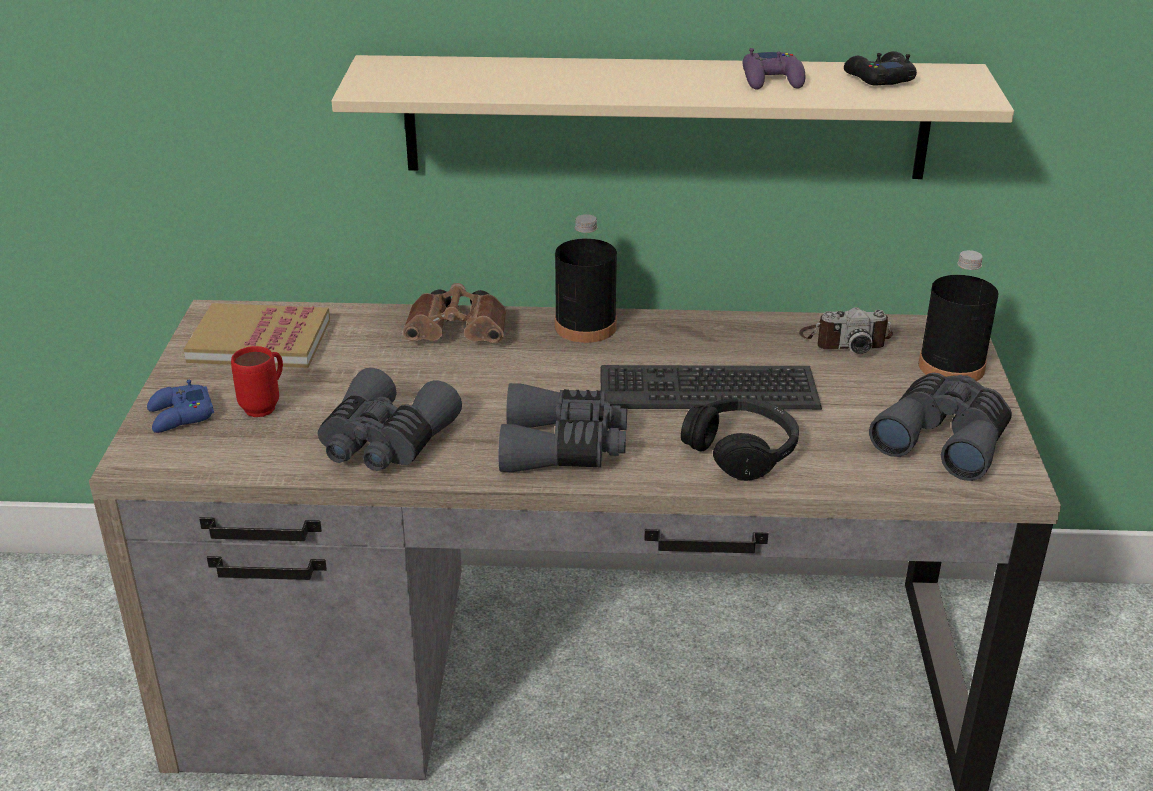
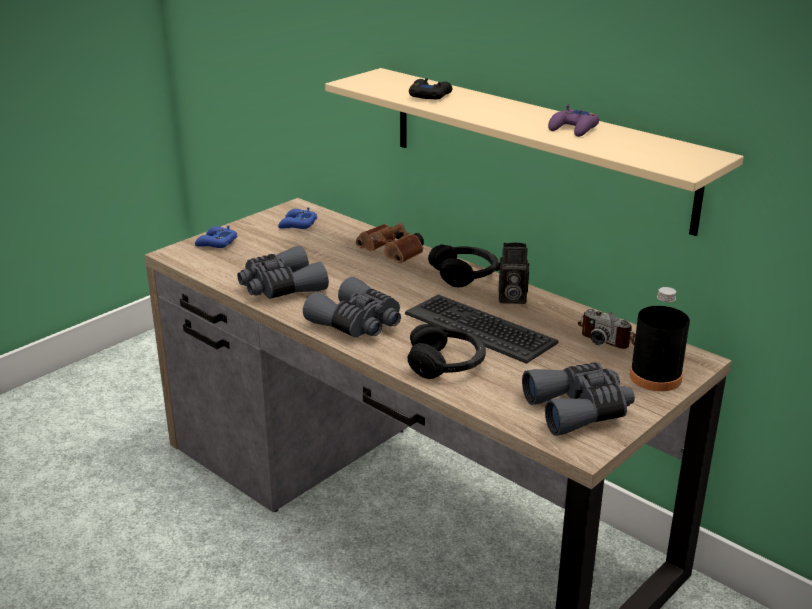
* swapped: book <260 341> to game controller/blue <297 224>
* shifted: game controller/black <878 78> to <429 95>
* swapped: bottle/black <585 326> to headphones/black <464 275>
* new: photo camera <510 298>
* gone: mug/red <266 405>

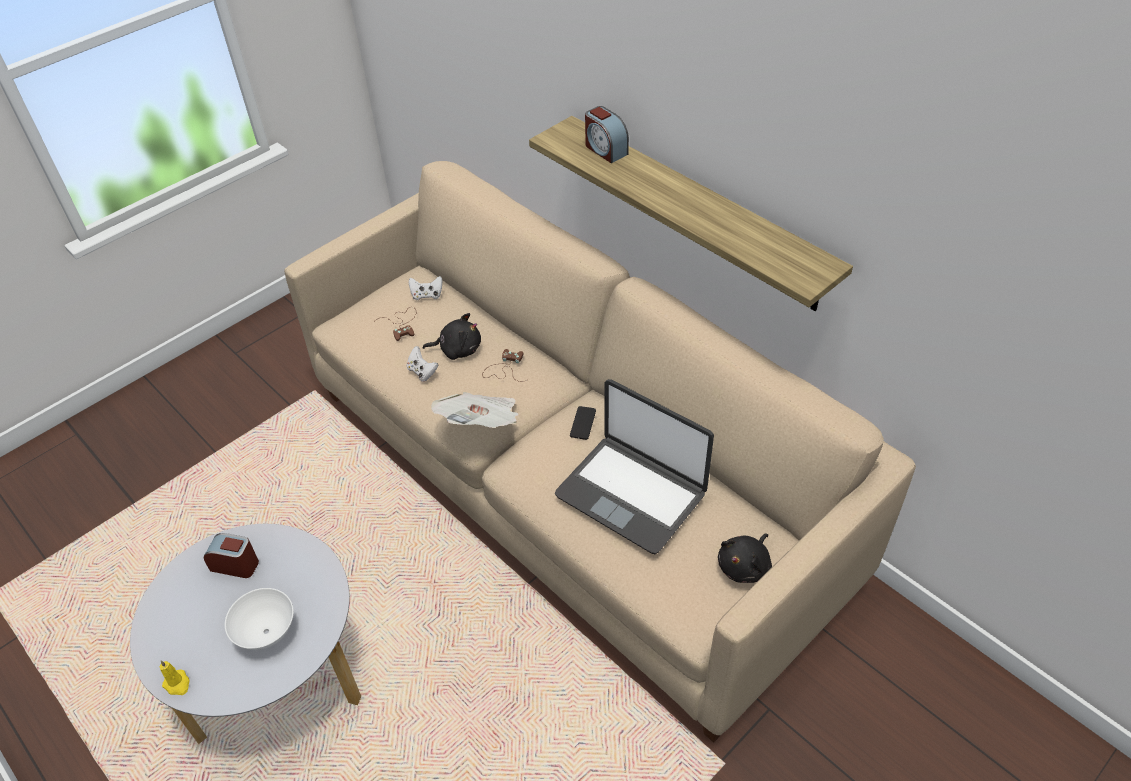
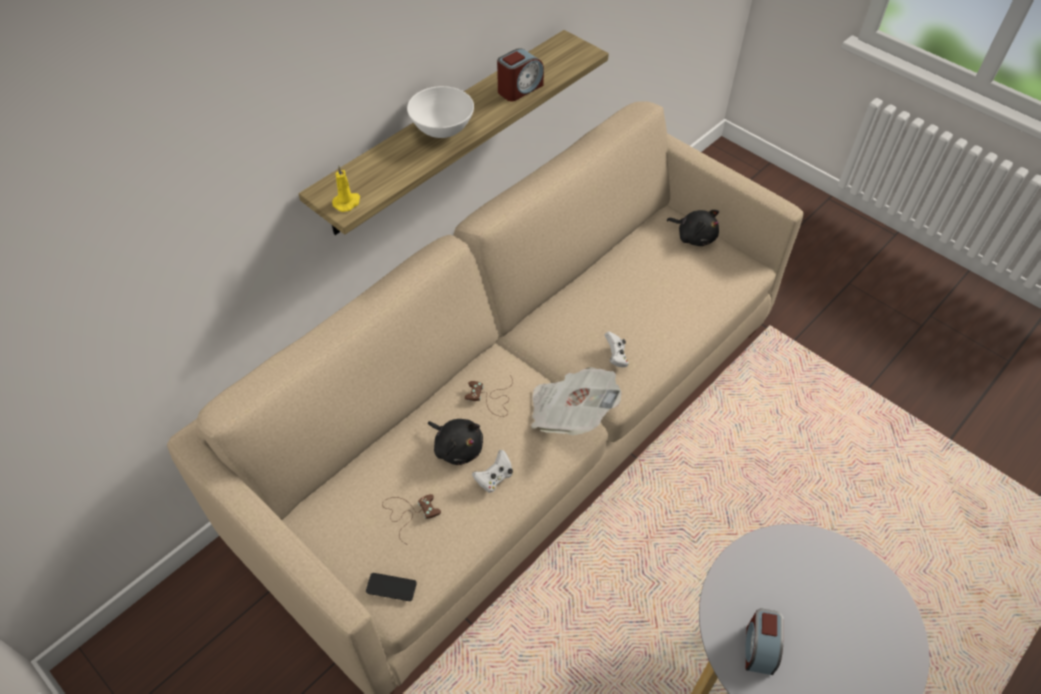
* shifted: candle/yellow <177 684> to <347 202>
* shifted: phone <583 423> to <391 587>
* shifted: bowl/white <267 633> to <442 131>
* rotated: plush toy/black <458 349> = <457 447> 135 degrees clockwise
* shifted: alarm clock <605 149> to <519 89>
* shifted: game controller/white <427 295> to <616 357>
* gone: laptop <631 493>

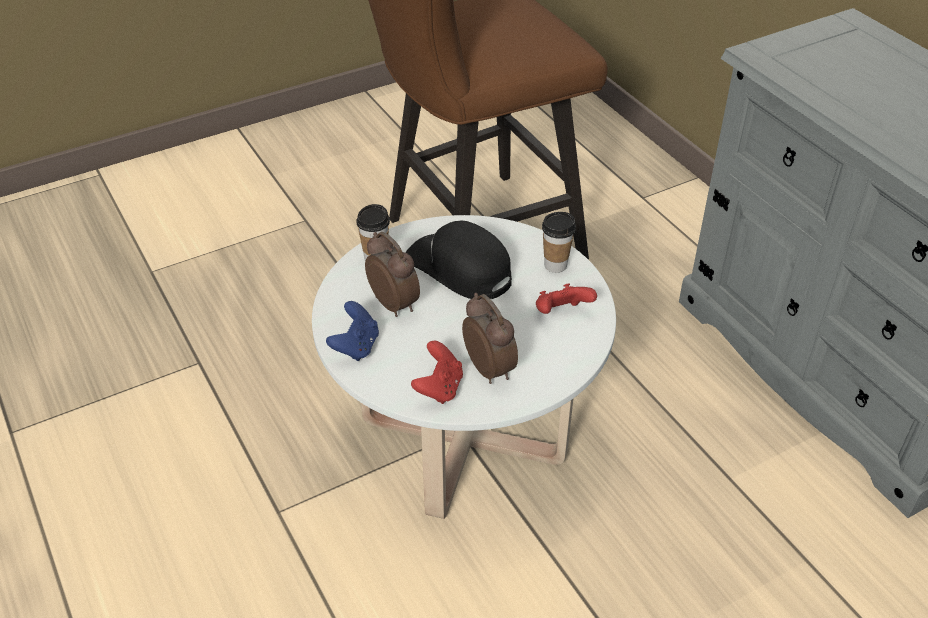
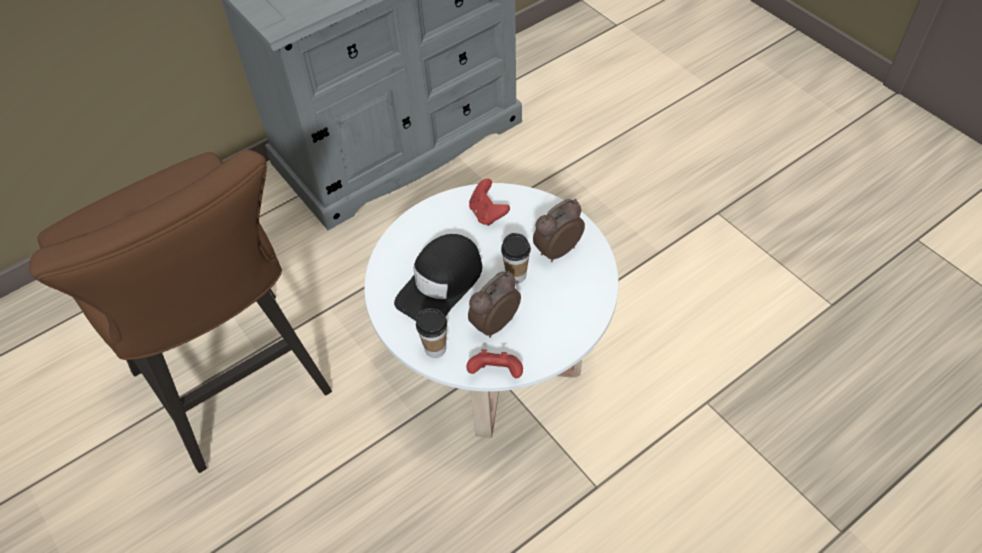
* shifted: game controller/red <439 388> to <496 373>
* shifted: cup <555 265> to <516 275>
* gone: game controller/blue <356 346>

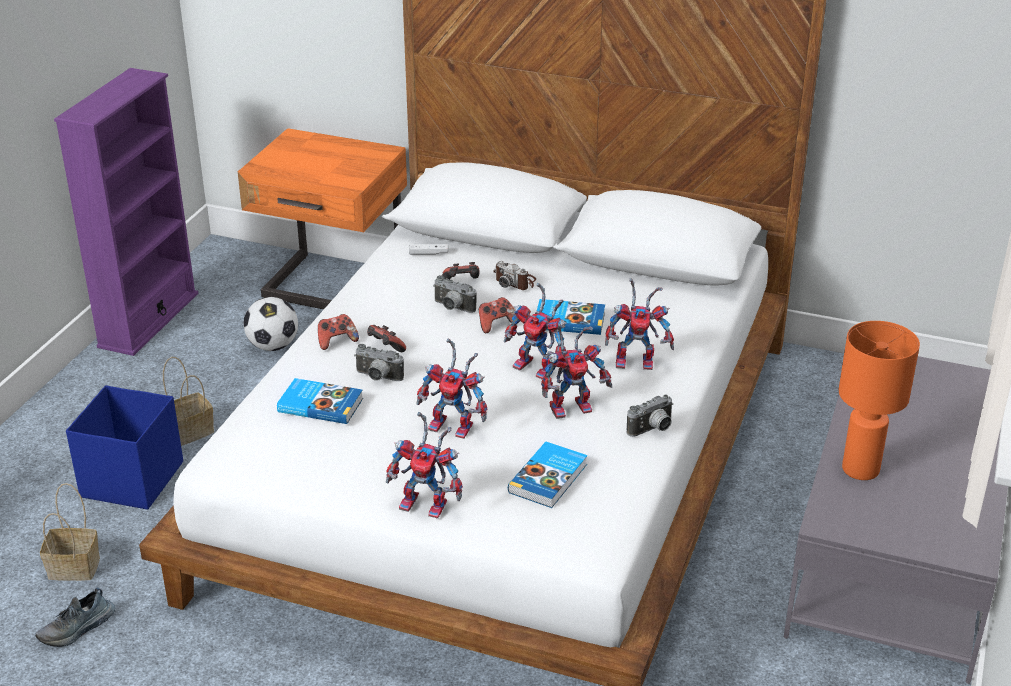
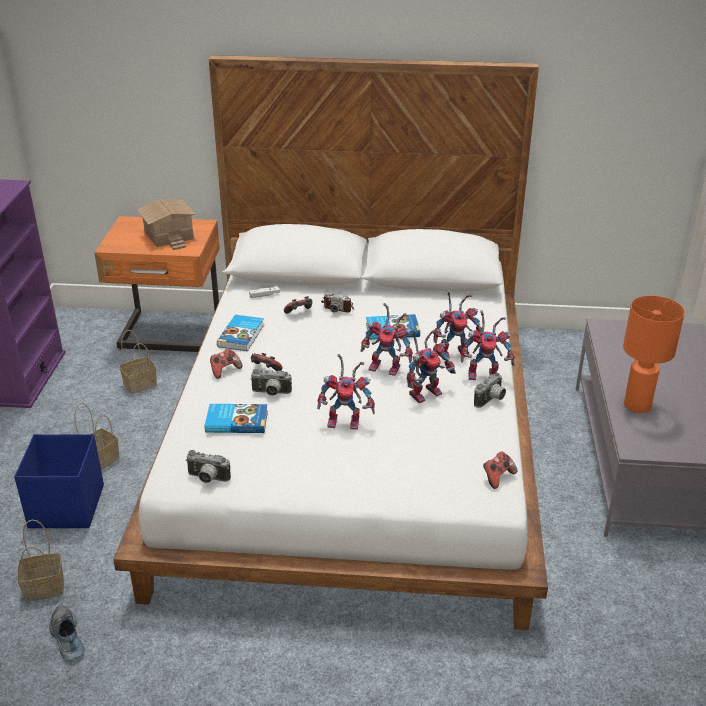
* rotated: shoe <78 629> = <66 638> 120 degrees clockwise
* swapped: football <273 346> to basket <141 384>
* new: toy house <170 235>
* shifted: photo camera <452 308> to <207 479>
* shifted: book <549 478> to <242 335>
* shifted: toy robot <429 504> to <485 374>
* shifted: game controller <496 324> to <497 477>

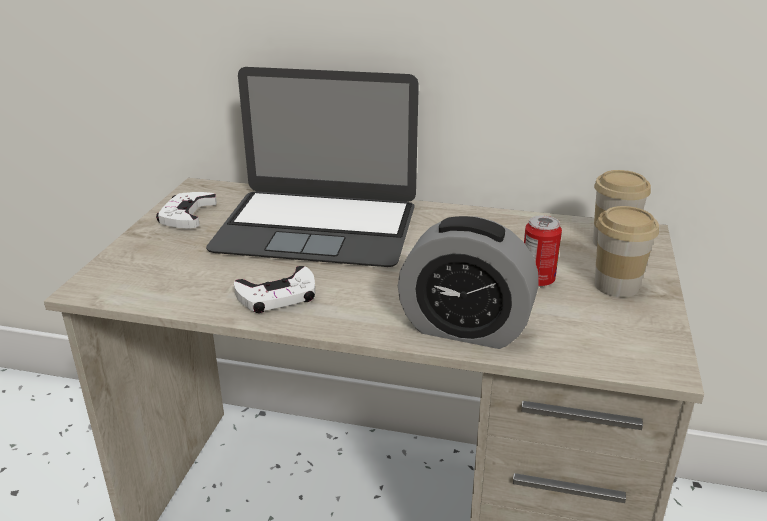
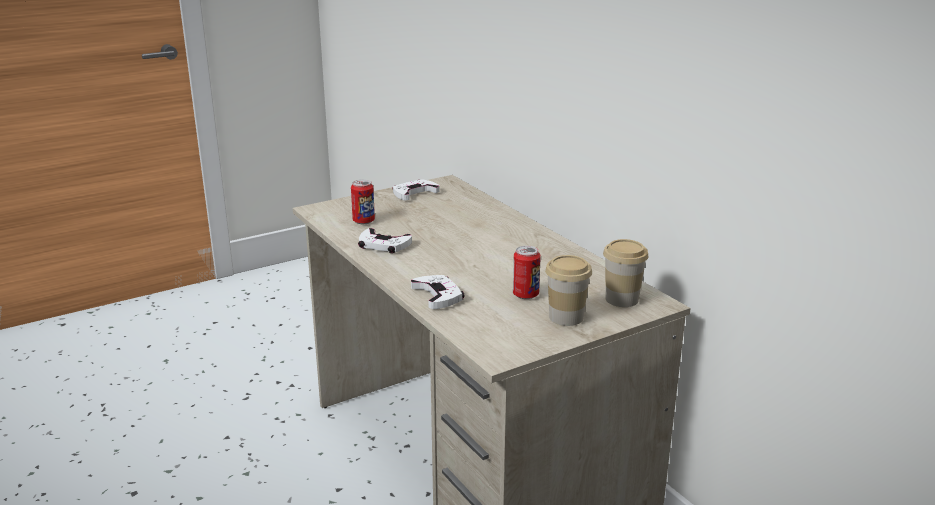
* new: can <363 221>
* swapped: alarm clock <465 328> to game controller/white <438 296>
* gone: laptop <317 227>

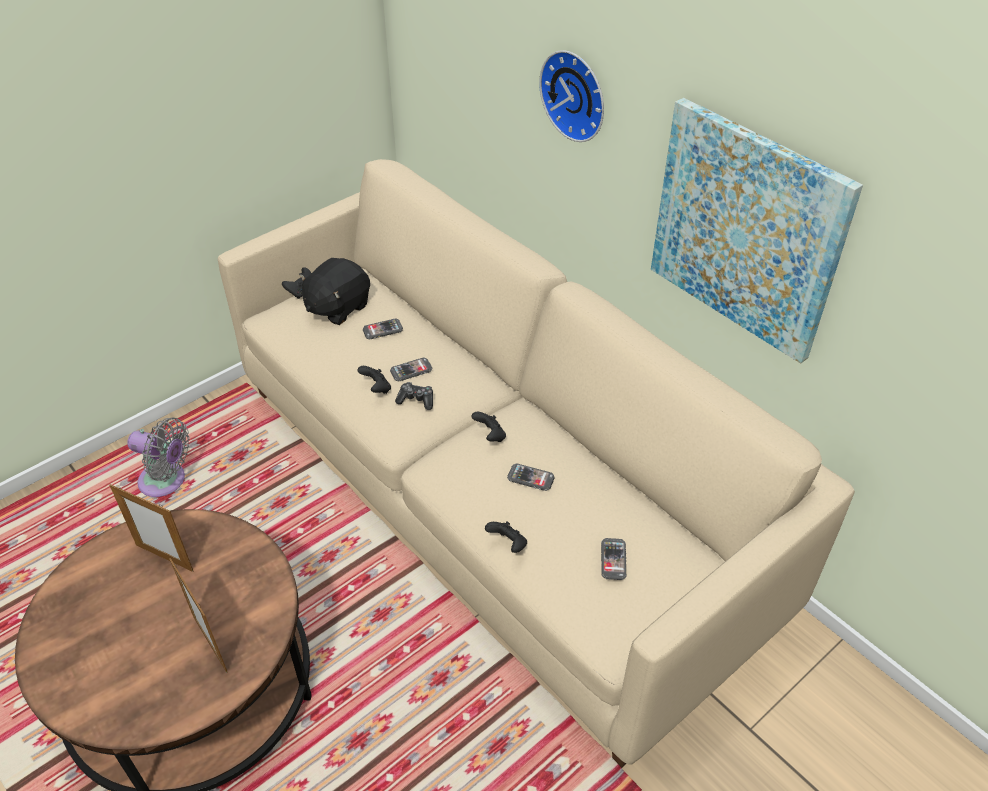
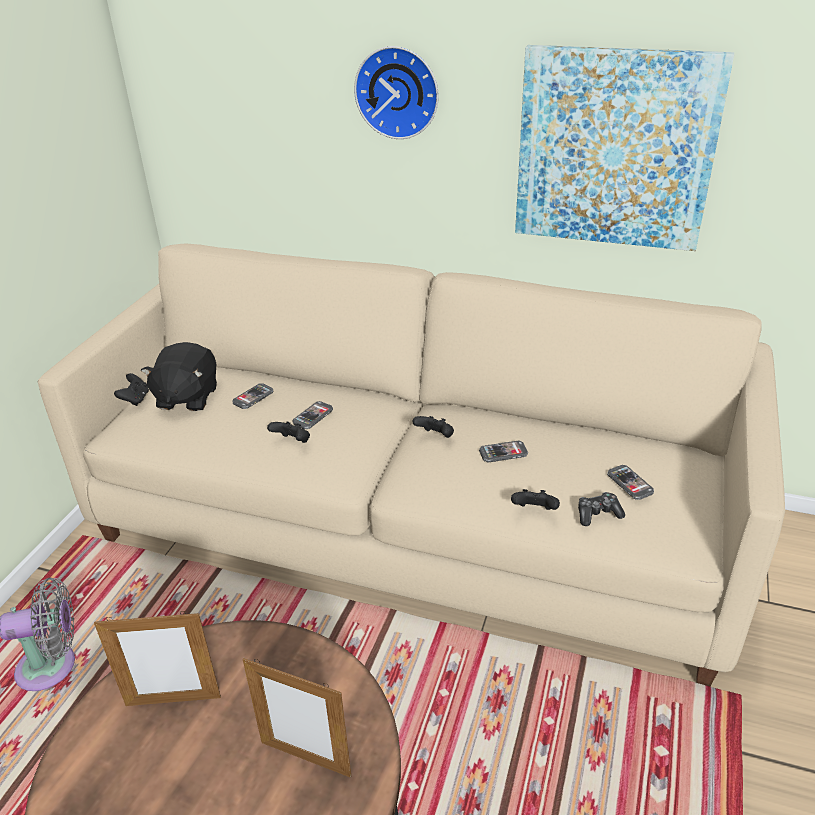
* shifted: game controller <416 400> to <598 514>

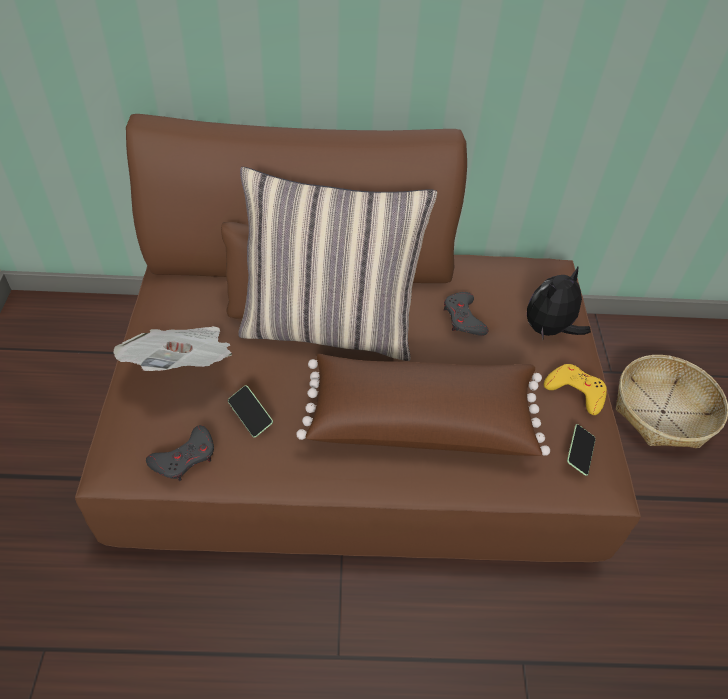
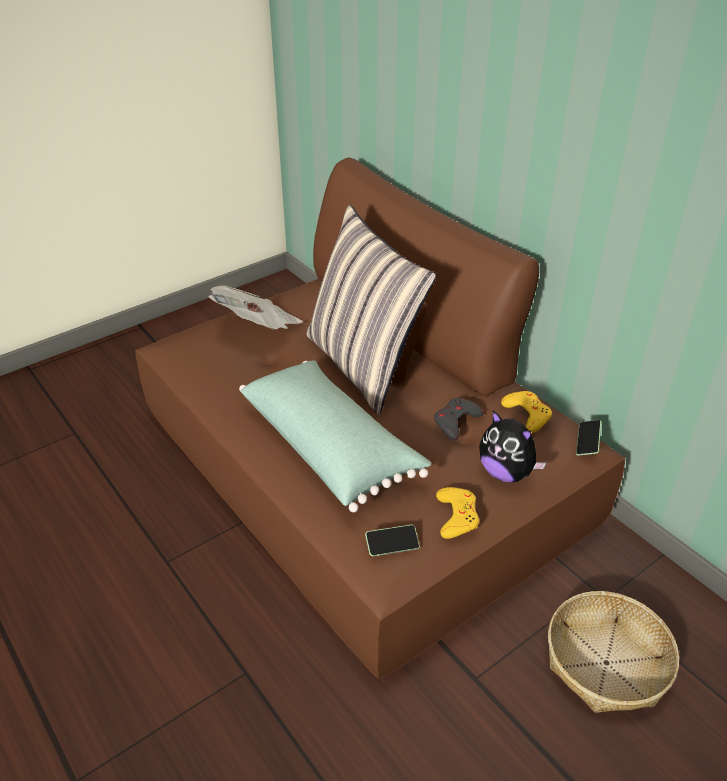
* repainted: pillow/brown <421 419> to pillow/green <331 446>
* rotated: plush toy <549 330> = <506 472> 150 degrees counterclockwise
* new: game controller/yellow <527 414>
* shifted: phone <250 415> to <587 442>
* gone: game controller/grey <185 457>

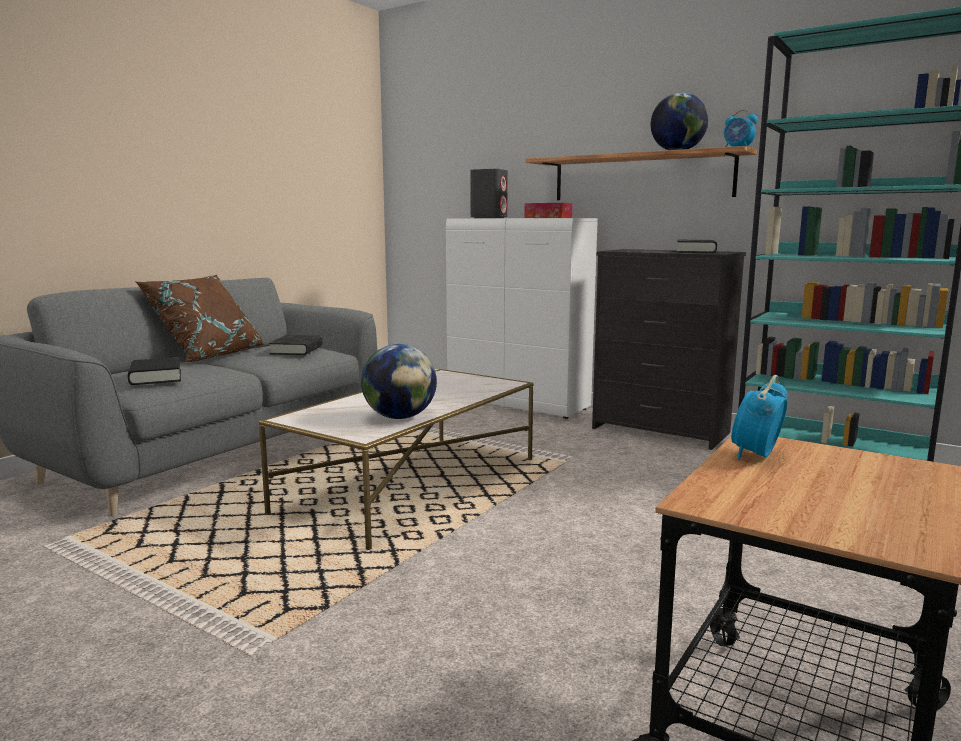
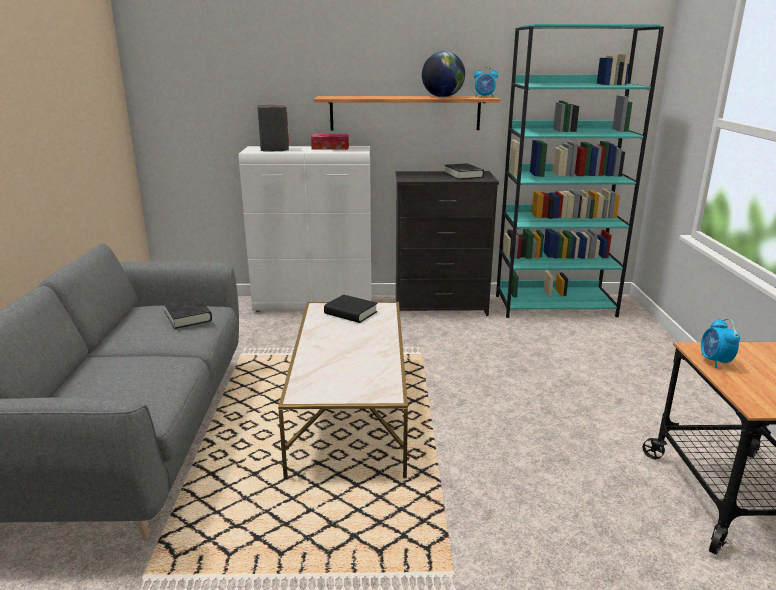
* shifted: book/black <156 377> to <350 313>
* gone: pillow/brown <208 356>
* gone: globe <400 417>

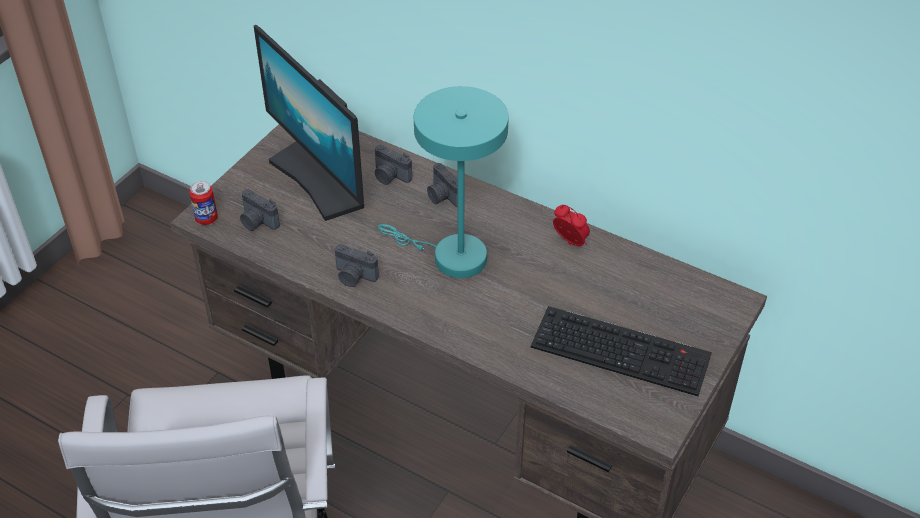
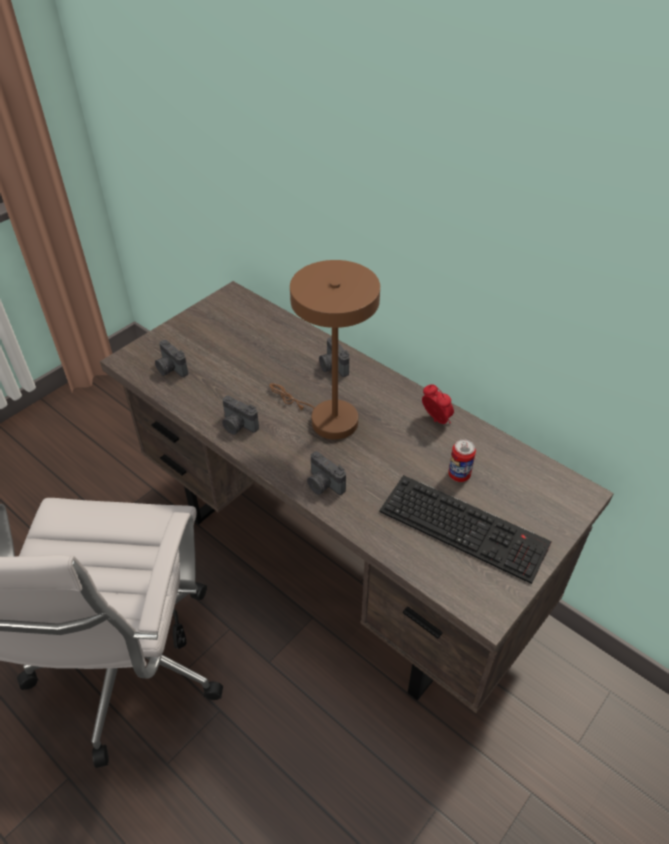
* repainted: table lamp/turquoise <451 256> to table lamp/brown <326 419>
* shifted: photo camera <390 176> to <323 485>
* shifted: can <206 219> to <459 475>
* gone: monitor <319 180>

